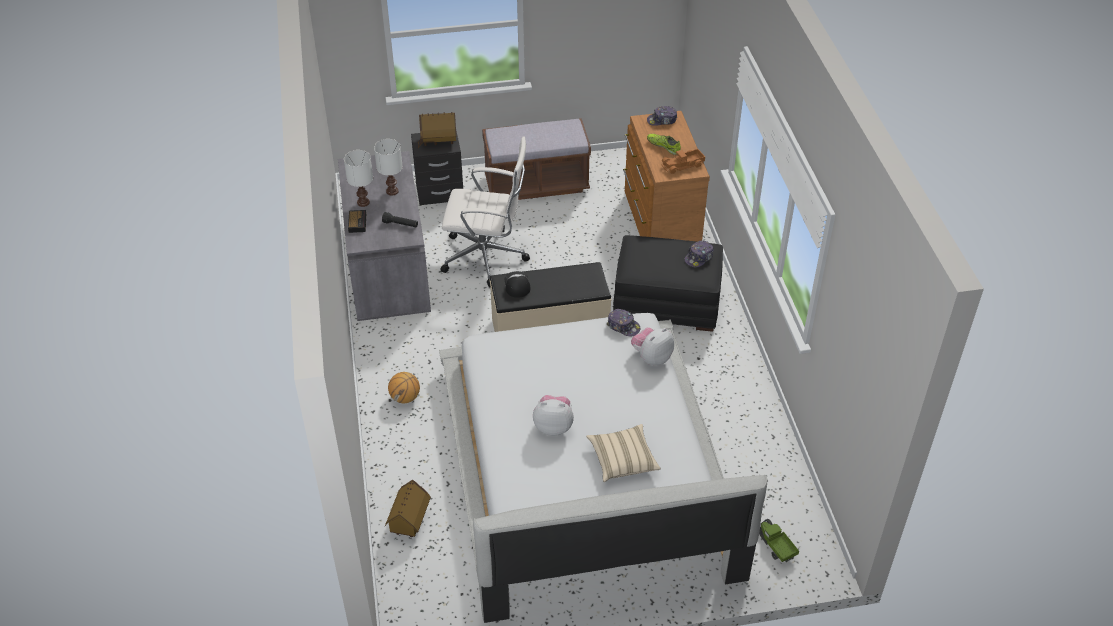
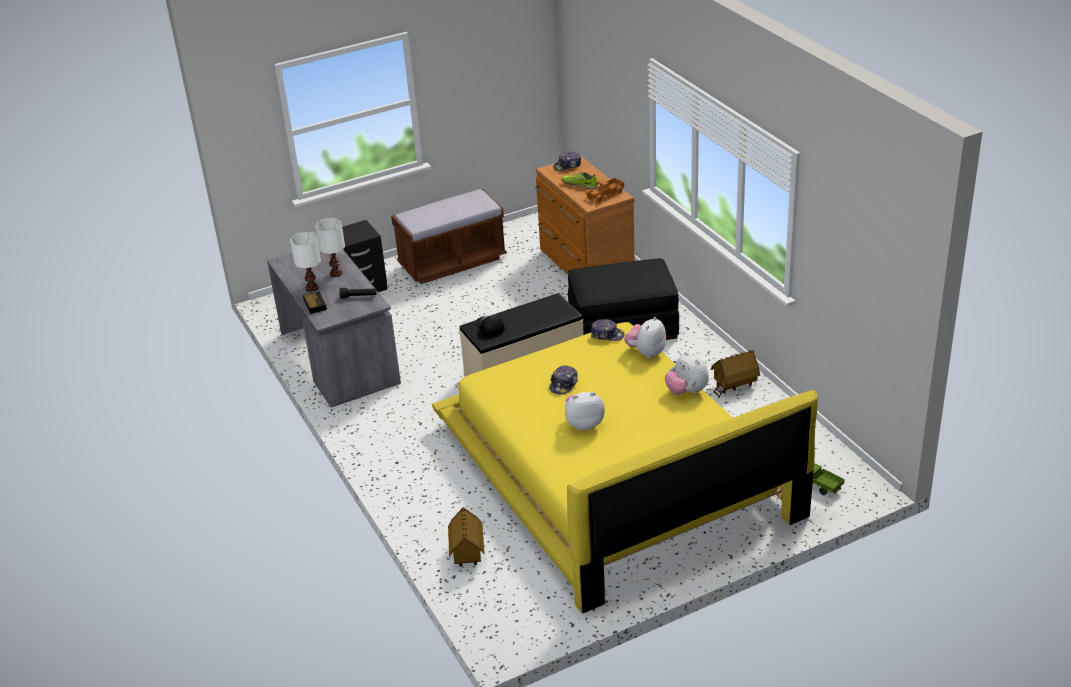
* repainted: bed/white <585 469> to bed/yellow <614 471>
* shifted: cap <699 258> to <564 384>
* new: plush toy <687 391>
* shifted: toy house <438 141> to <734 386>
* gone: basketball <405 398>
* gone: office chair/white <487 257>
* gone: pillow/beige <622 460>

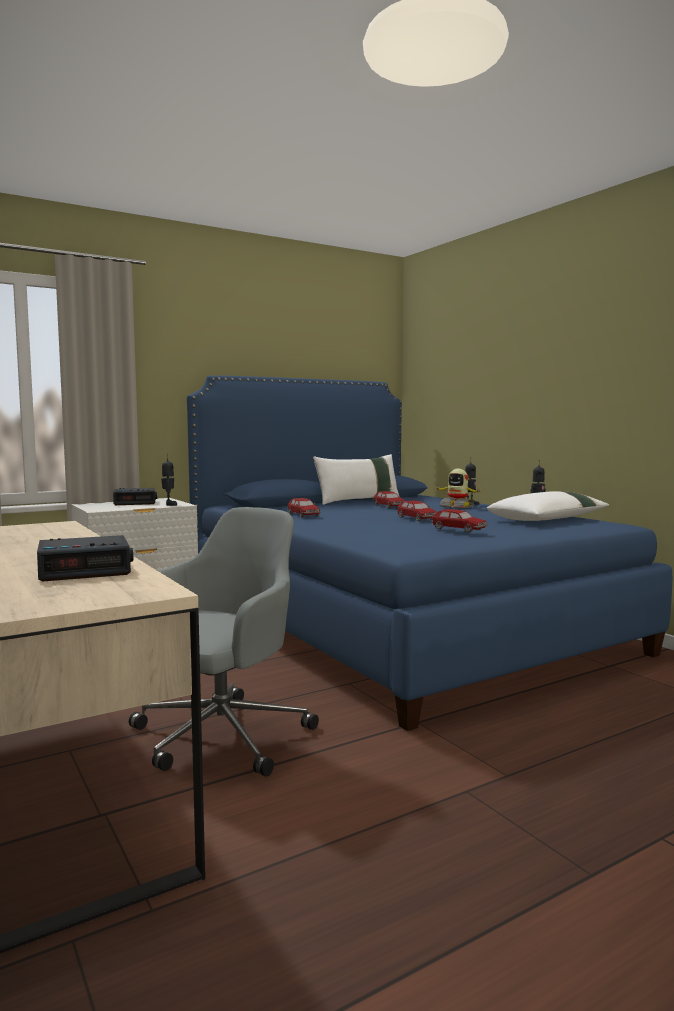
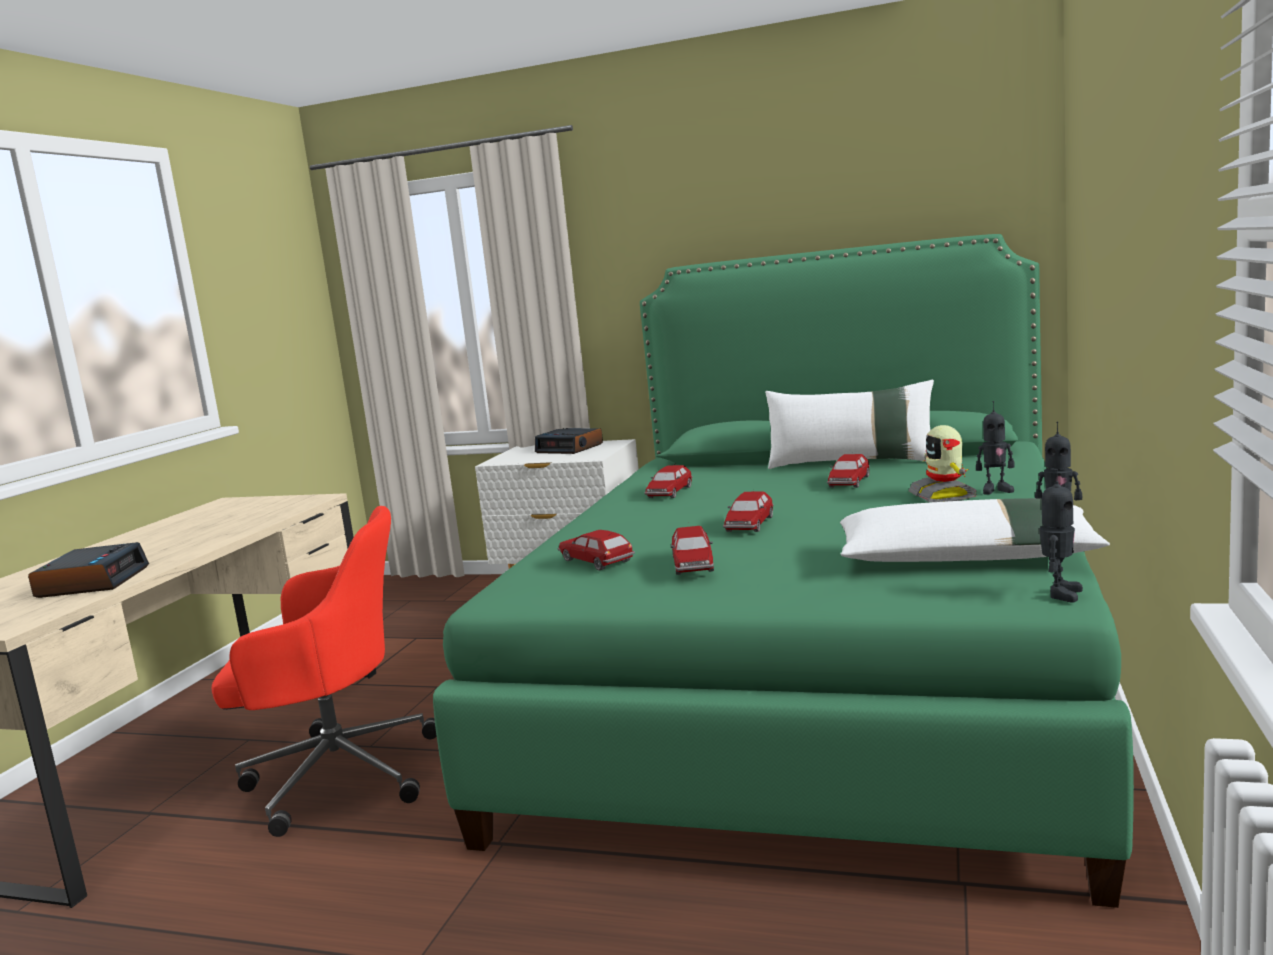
* rotated: alarm clock <85 569> = <92 581> 120 degrees counterclockwise
* repainted: office chair/grey <218 738> to office chair/red <336 775>
* repainted: bed/blue <395 624> to bed/green <814 681>
* new: toy car <596 561>
* shifted: toy robot <169 505> to <1060 594>

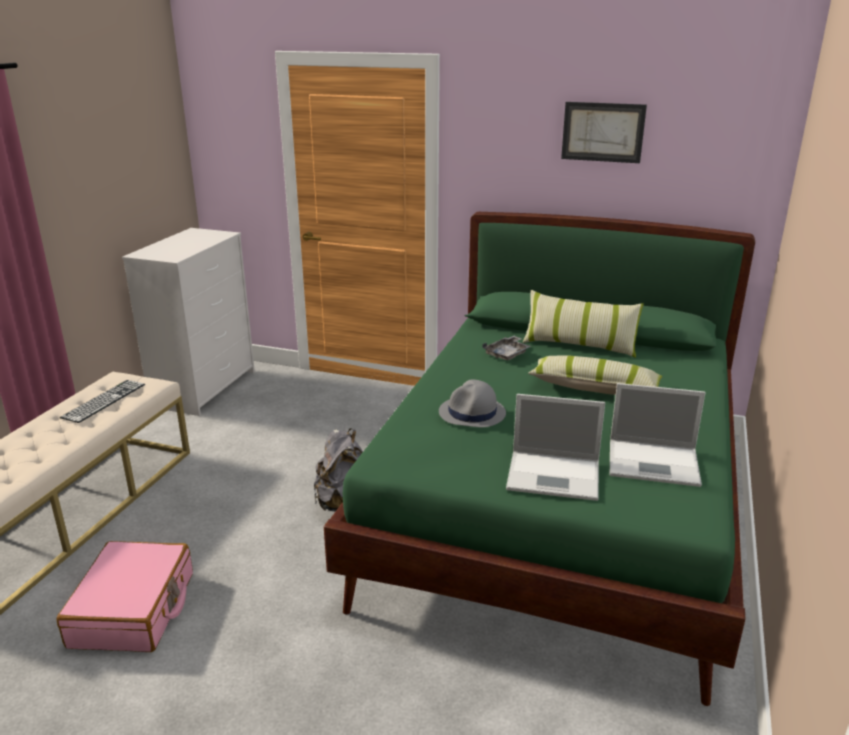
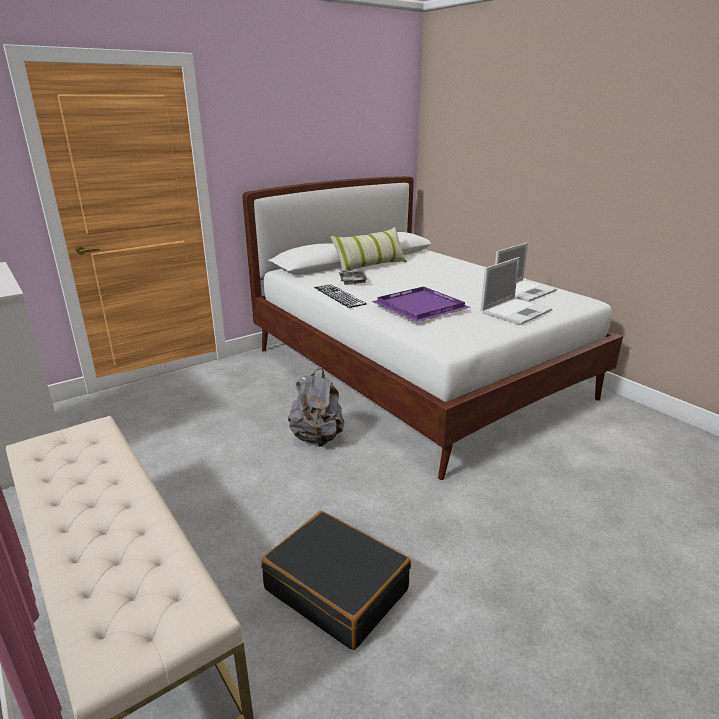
* repainted: bed/green <559 509> to bed/white <416 372>
* repainted: suitcase/pink <134 610> to suitcase/black <337 589>
* shifted: keyboard <104 400> to <339 295>
* swapped: hat/grey <472 413> to tray/purple <422 307>
* gone: pillow <594 388>
* gone: picture <603 132>

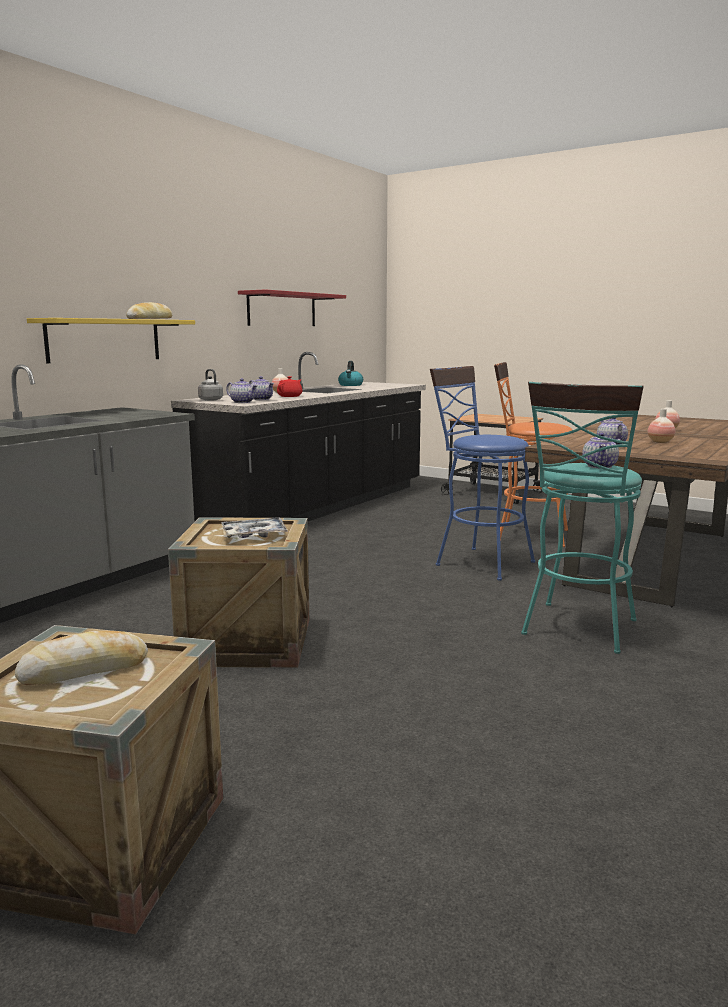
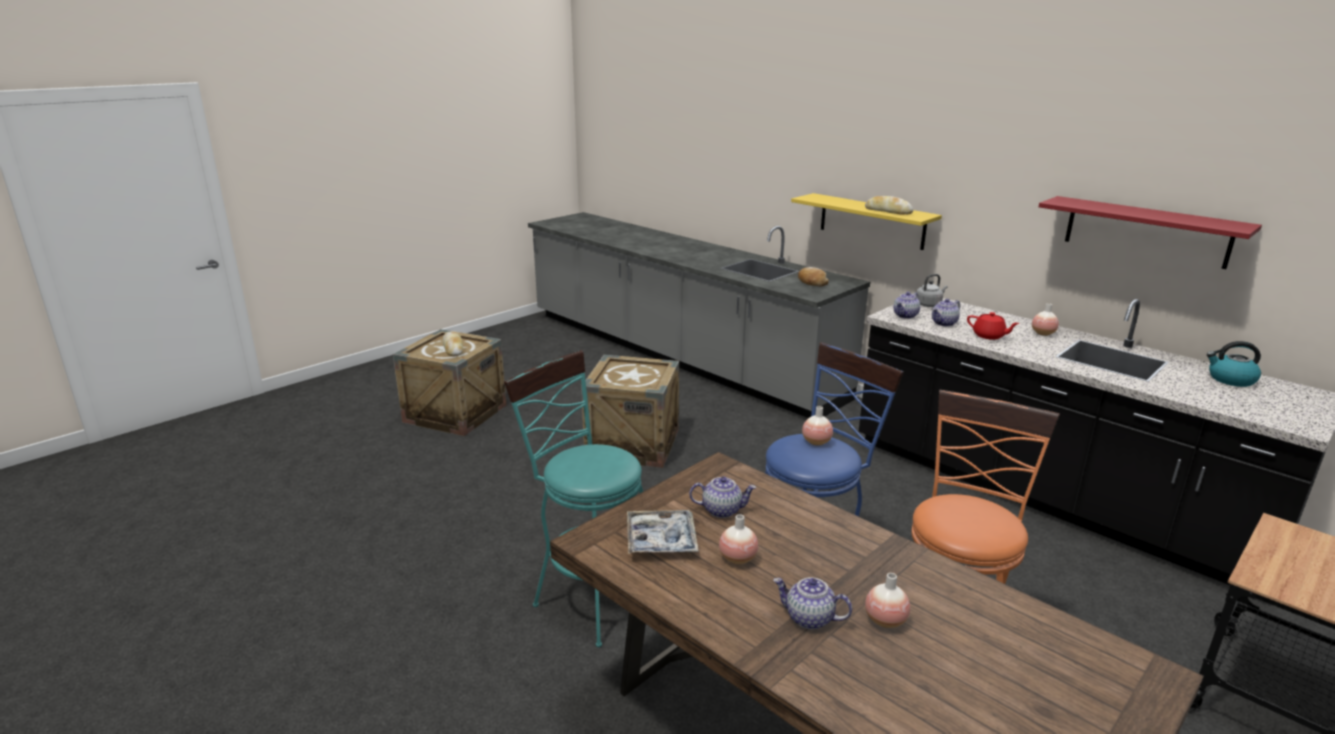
* shifted: tray <254 535> to <661 539>
* shifted: teapot <600 466> to <809 618>
* new: bread <811 282>
* new: vase <816 442>

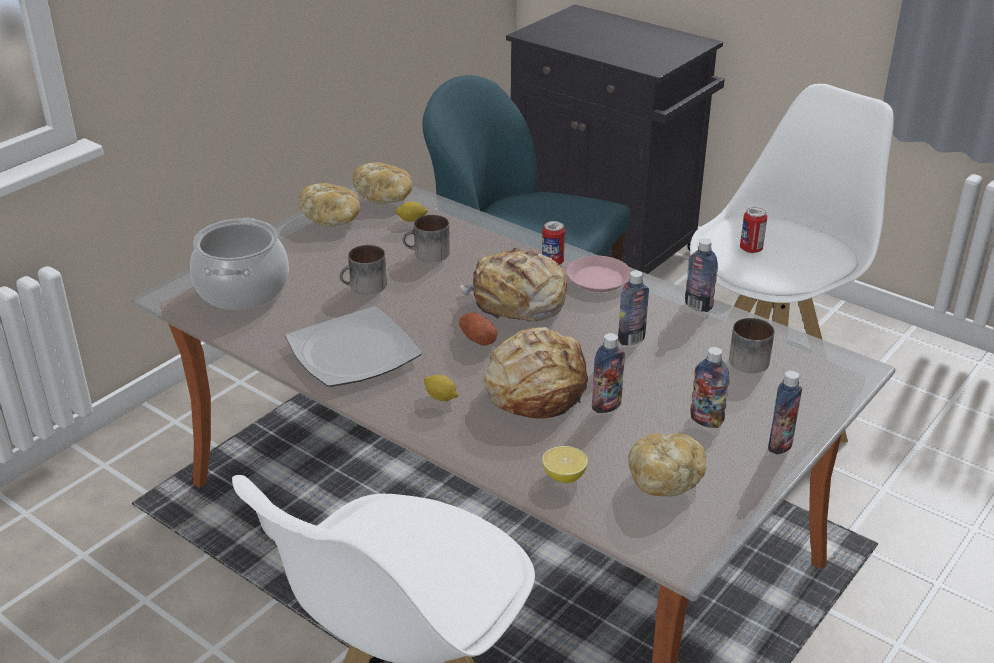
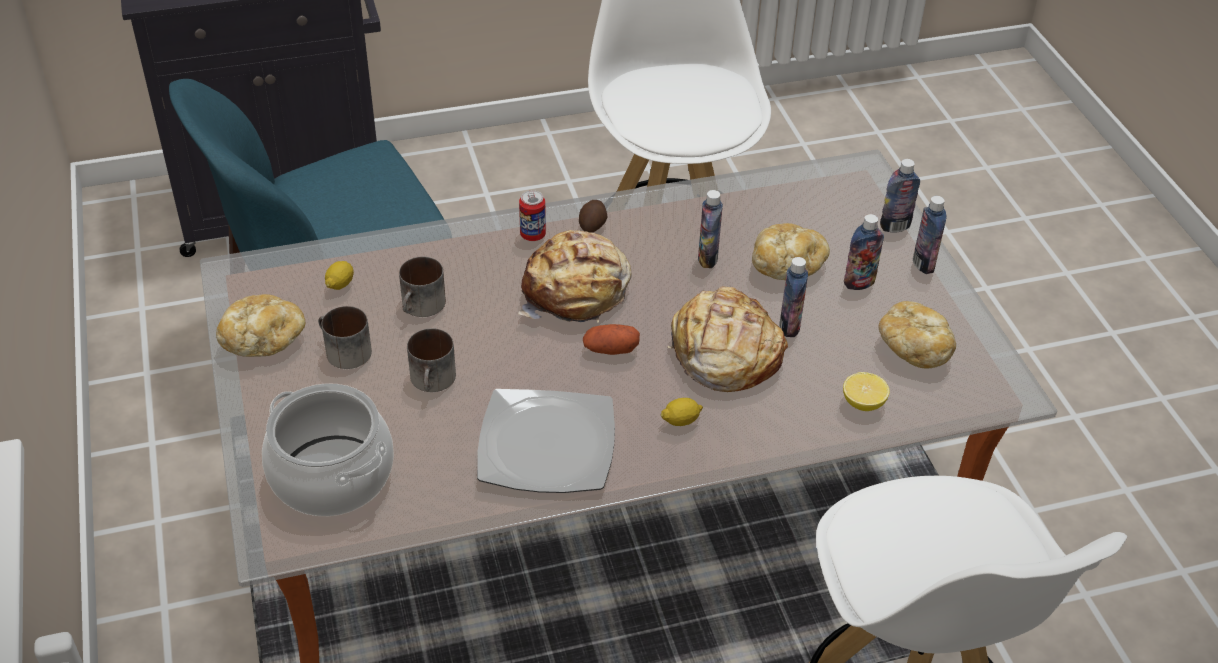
* shifted: mug <746 358> to <343 351>
* swapped: plate/pink <598 279> to potato <593 224>
* shifted: bread <384 197> to <787 266>
* shifted: bottle <698 306> to <895 226>
* gone: can <751 249>

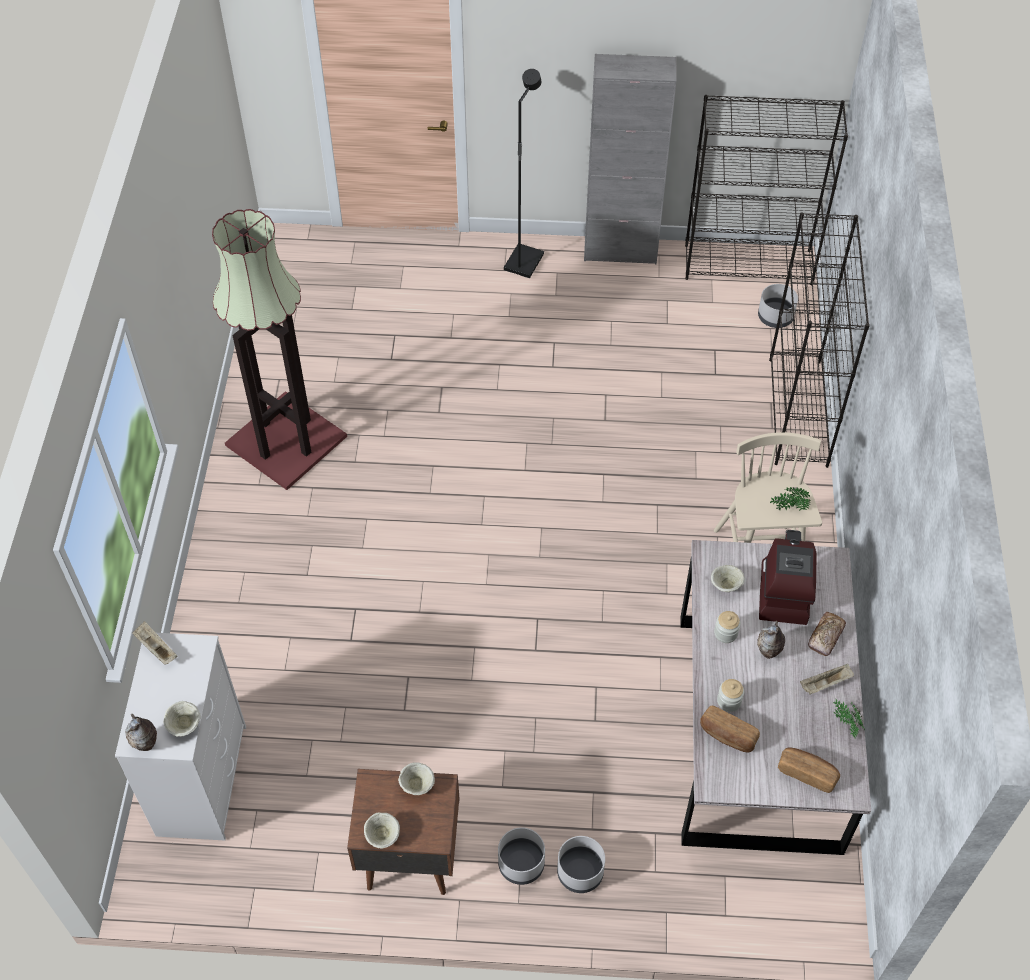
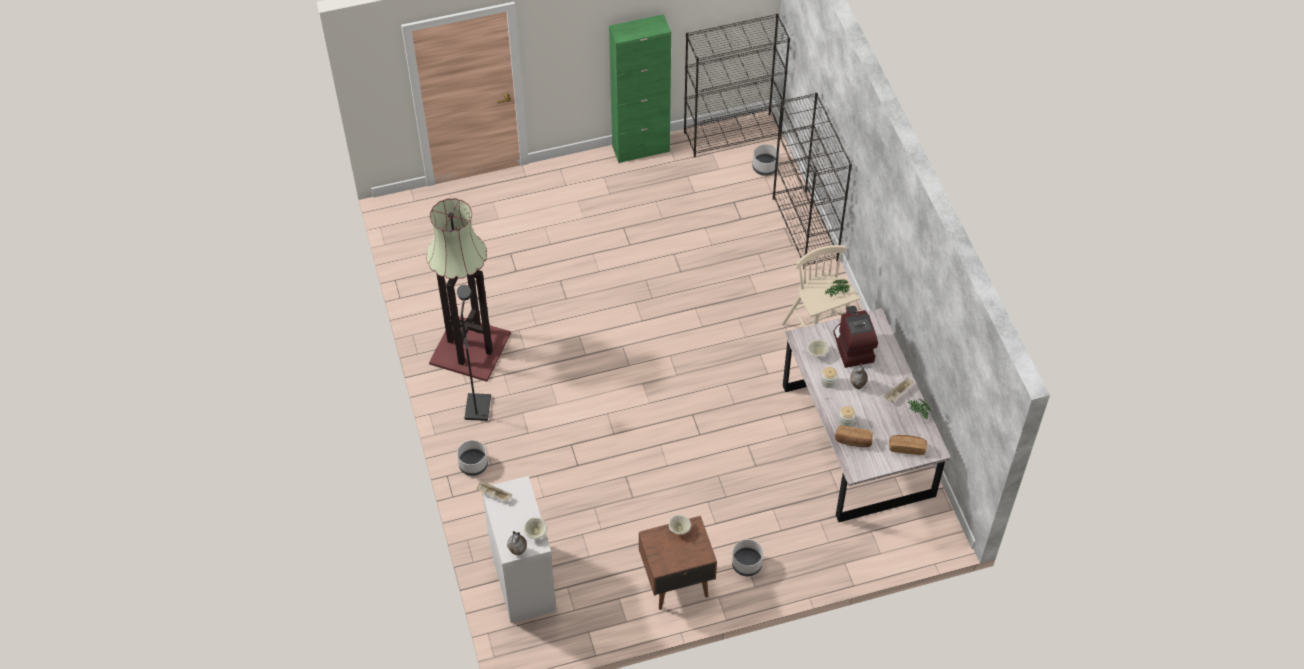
* shifted: floor lamp/black <523 262> to <477 407>
* shifted: planter/grey <579 872> to <473 465>
* repainted: cabinet/grey <620 251> to cabinet/green <641 149>
* gone: bowl/beige <383 836>
* gone: bread <826 636>

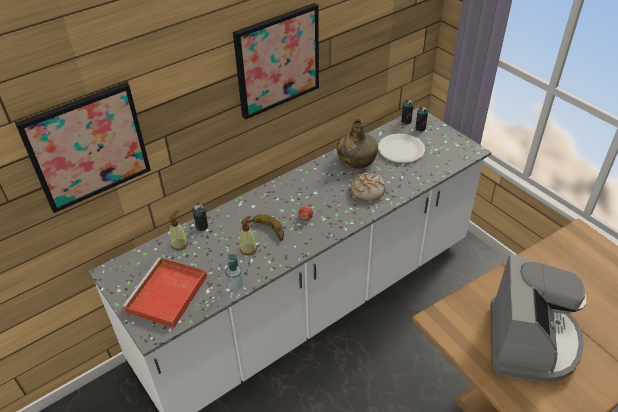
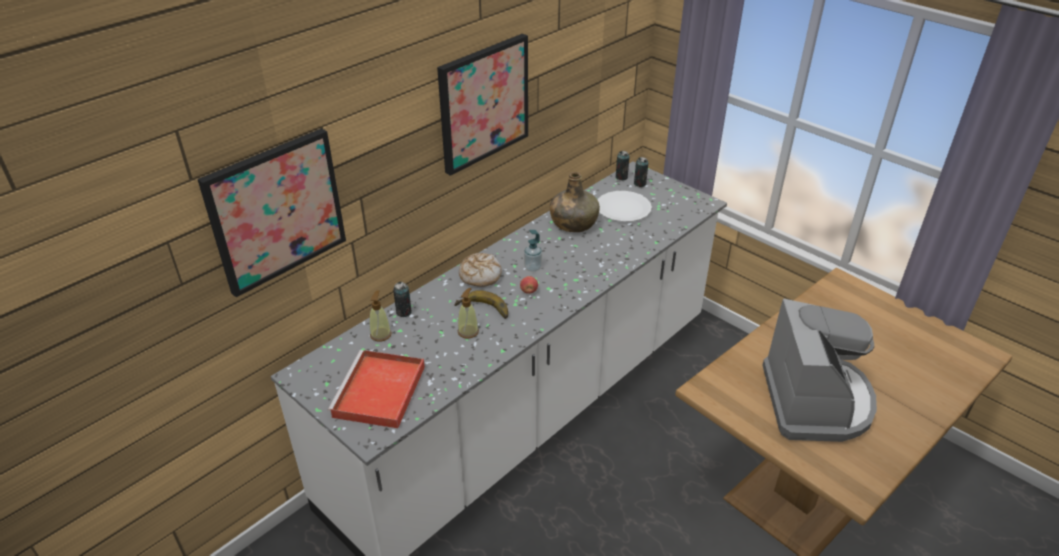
* shifted: bread <367 190> to <480 275>
* shifted: soap dispenser <235 285> to <533 268>

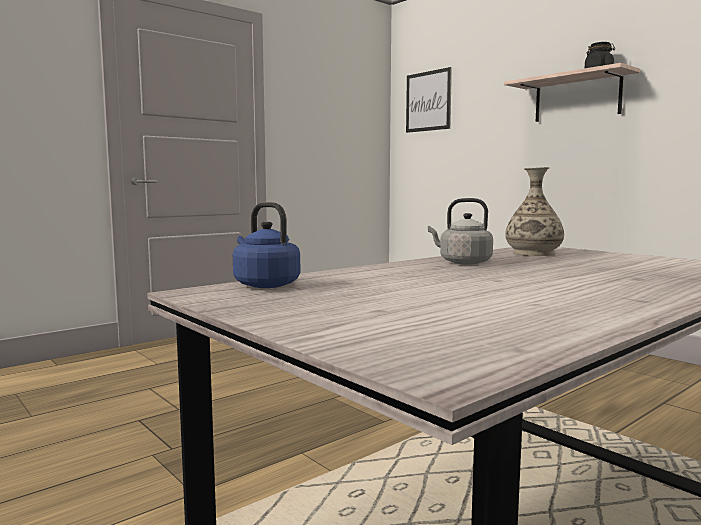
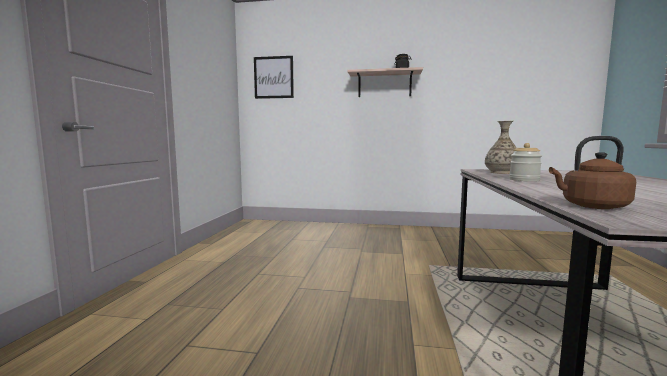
* swapped: kettle/grey <462 262> to jar <524 180>
* repainted: kettle/blue <264 284> to kettle/brown <591 206>

